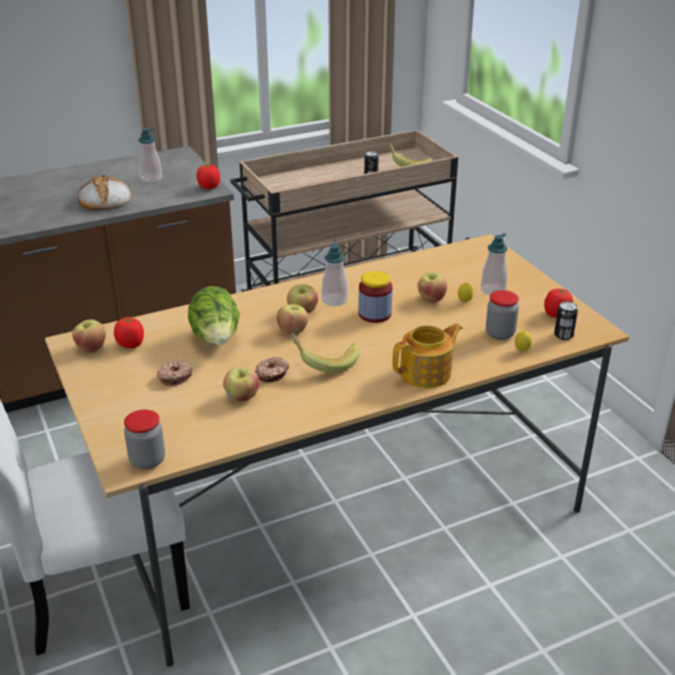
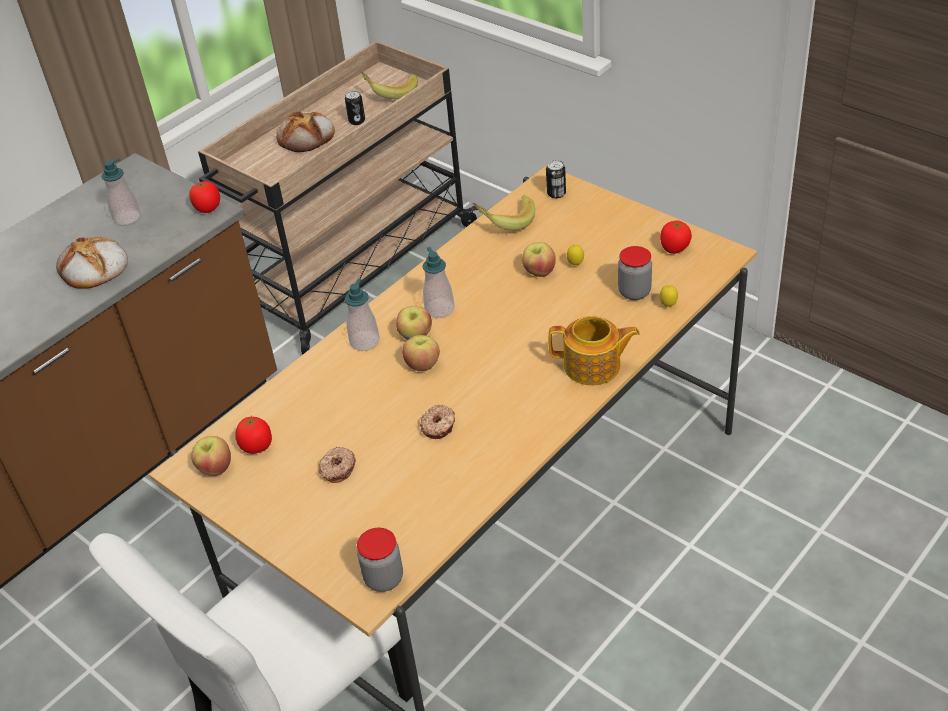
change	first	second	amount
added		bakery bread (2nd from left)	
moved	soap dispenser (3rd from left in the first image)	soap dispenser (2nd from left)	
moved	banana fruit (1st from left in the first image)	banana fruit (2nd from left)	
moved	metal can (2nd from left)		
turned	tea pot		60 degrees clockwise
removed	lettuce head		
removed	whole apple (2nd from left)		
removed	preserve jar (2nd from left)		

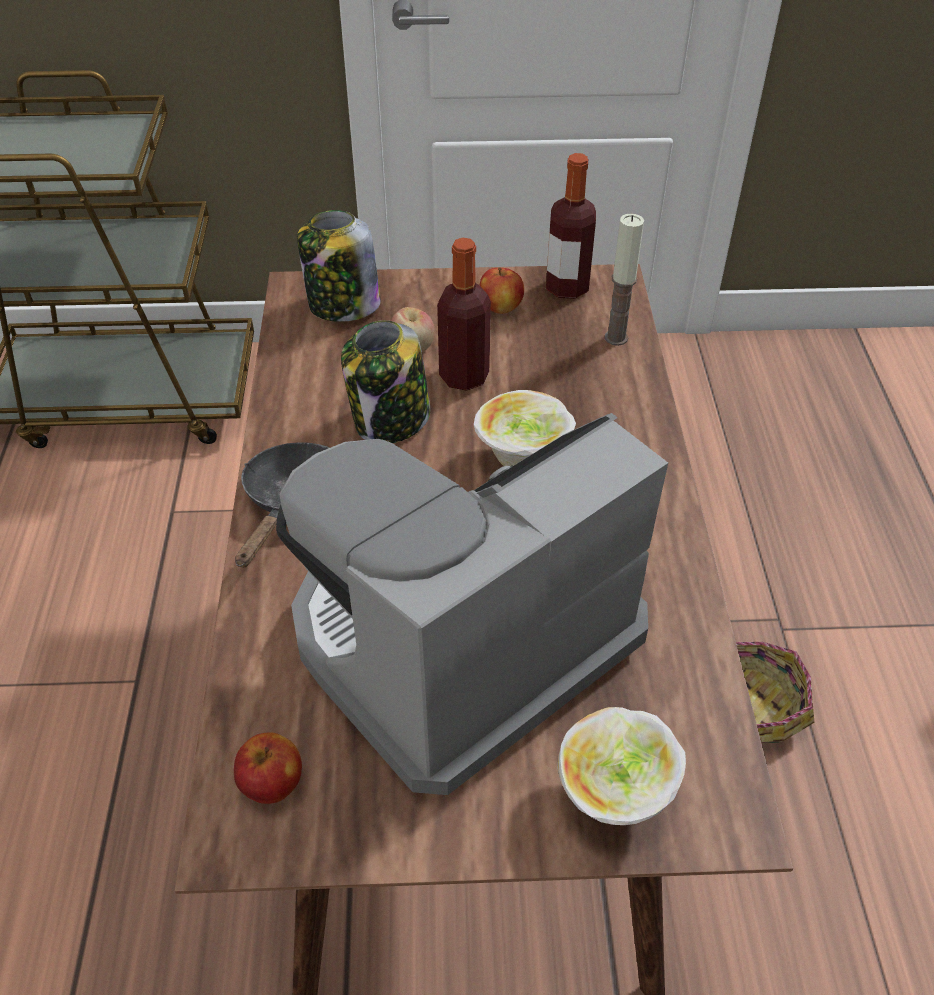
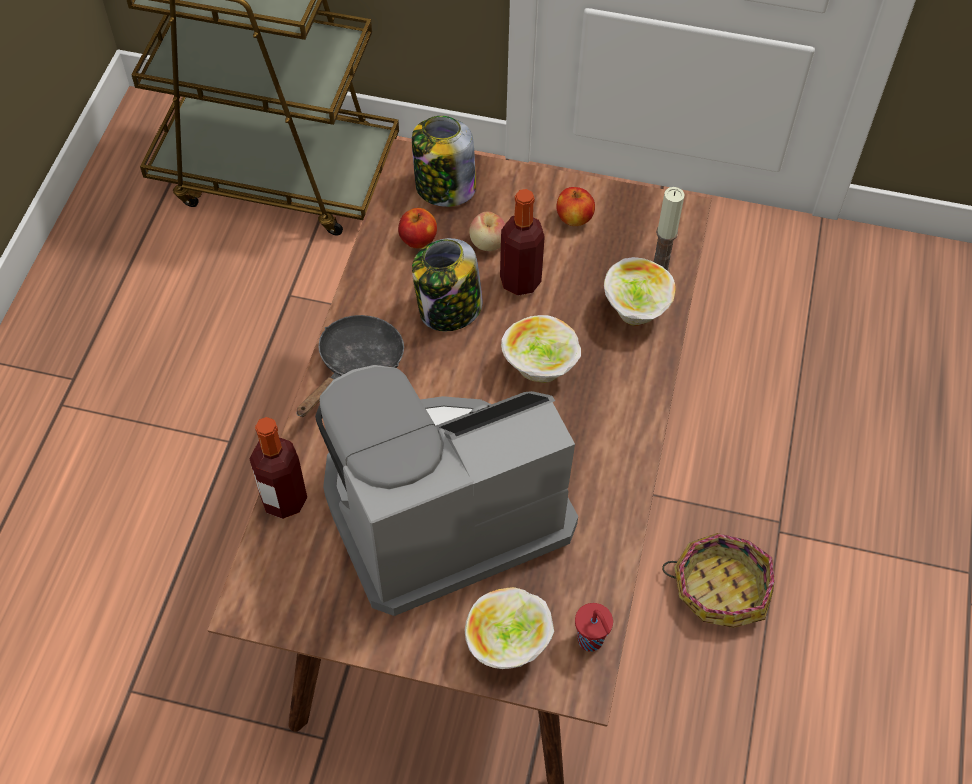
change	first	second	amount
moved	beverage bottle (2nd from left in the first image)	beverage bottle (1st from left)	
moved	whole apple (1st from left)		
added		red cup	
added		bowl (3rd from left)	

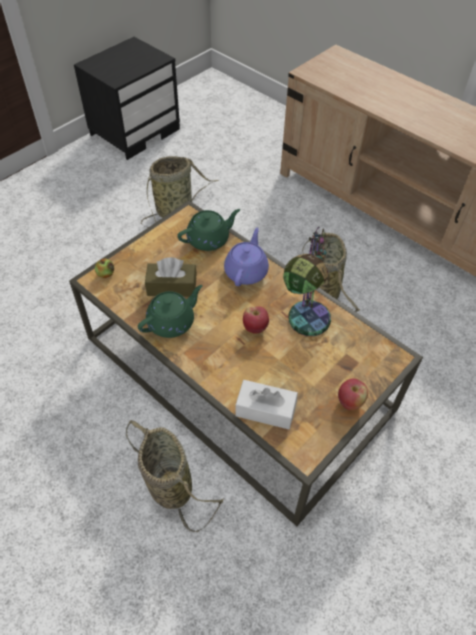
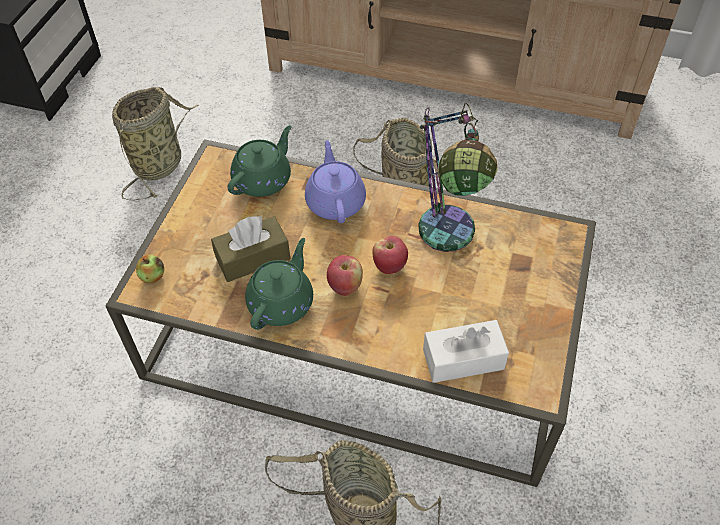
change	first	second	amount
moved	whole apple (3rd from left in the first image)	whole apple (2nd from left)	

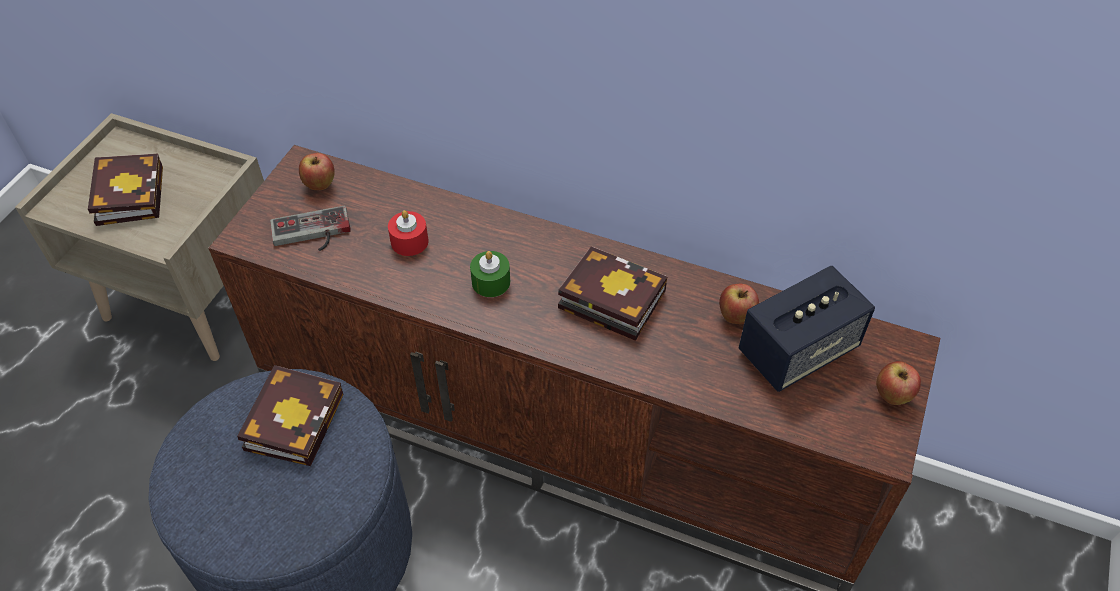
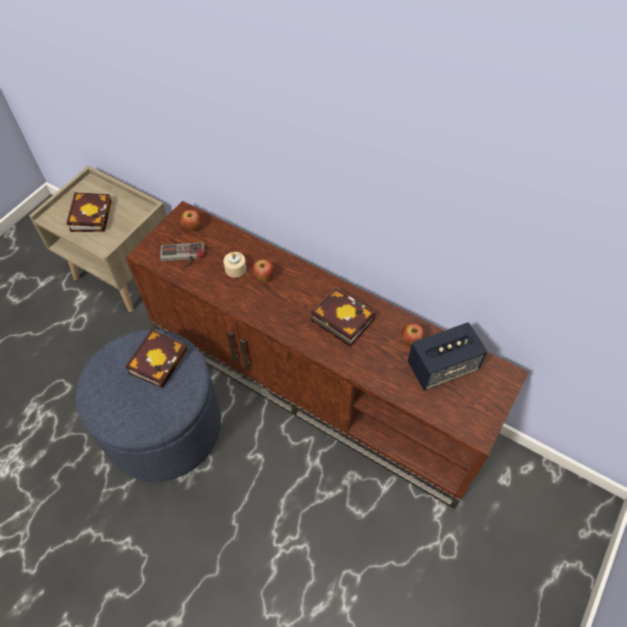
change	first	second	amount
recoloured	red wax candle	beige wax candle	
moved	whole apple (3rd from left in the first image)	whole apple (2nd from left)	
removed	green-coloured wax candle		

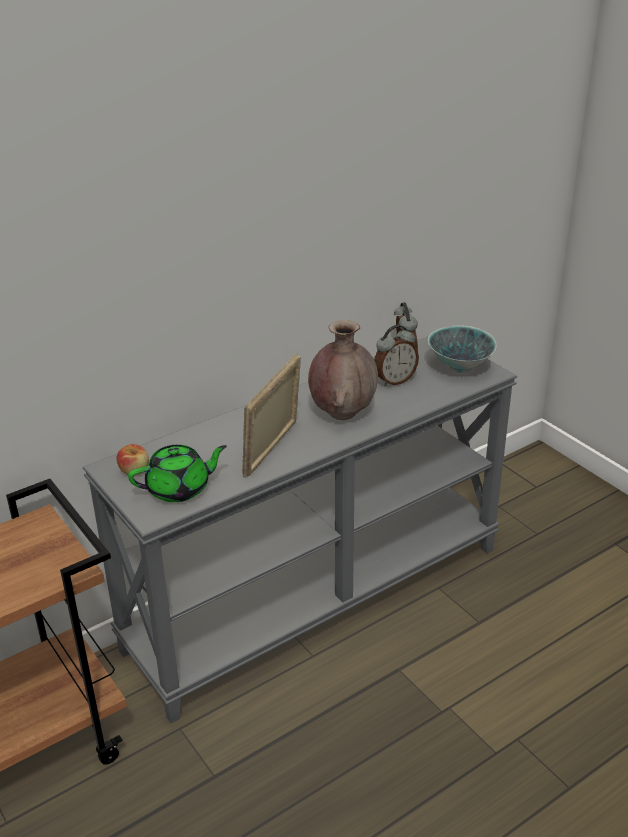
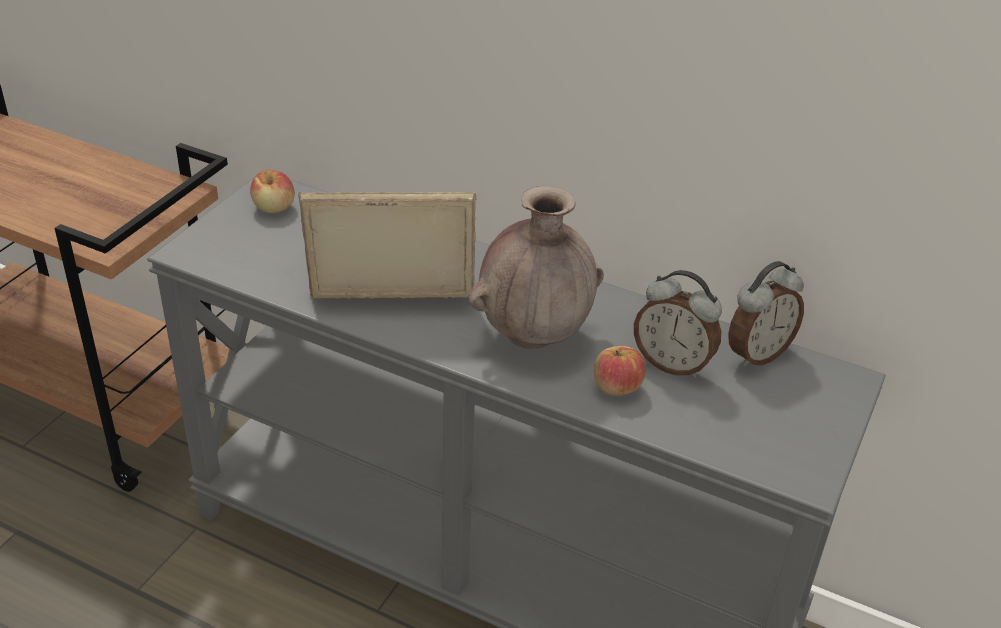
change	first	second	amount
added		whole apple (2nd from left)	
removed	green-coloured tea pot		
removed	bowl		

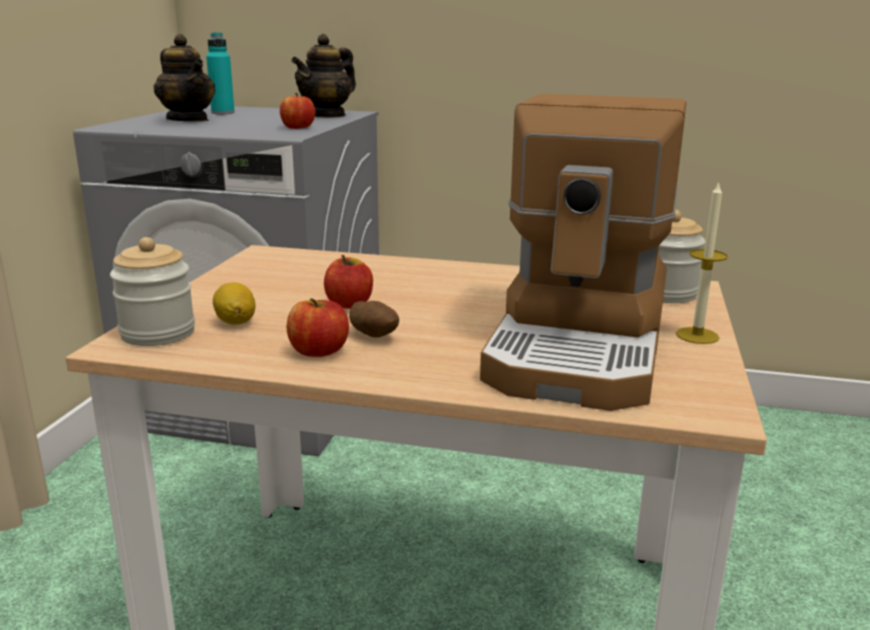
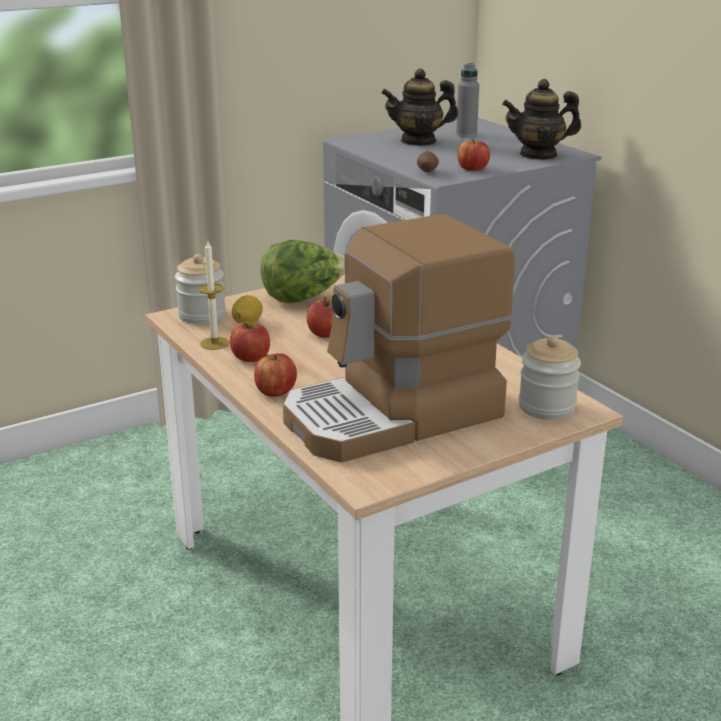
change	first	second	amount
moved	wax candle		
added		whole apple (2nd from left)	
added		lettuce head	
turned	tea pot (1st from left)		75 degrees clockwise
moved	potato		
recoloured	turquoise-coloured beverage bottle	gray beverage bottle	

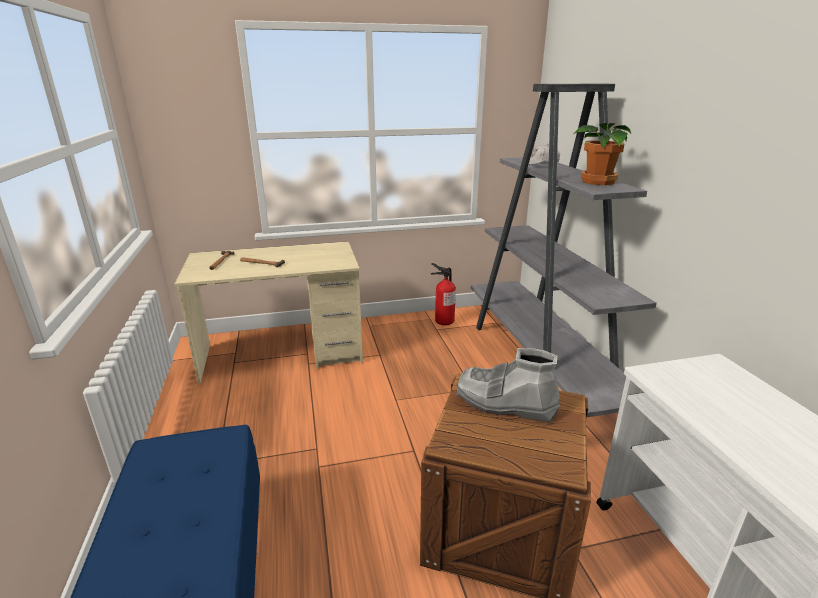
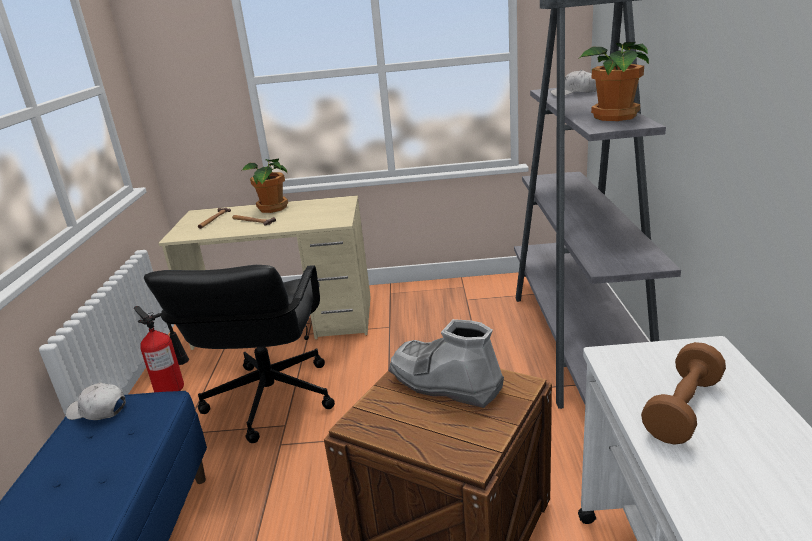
change	first	second	amount
added		white-coloured cap (1st from left)	
moved	extinguisher		
added		black desk chair	
added		plant in a pot (1st from left)	
added		brown dumbbell	

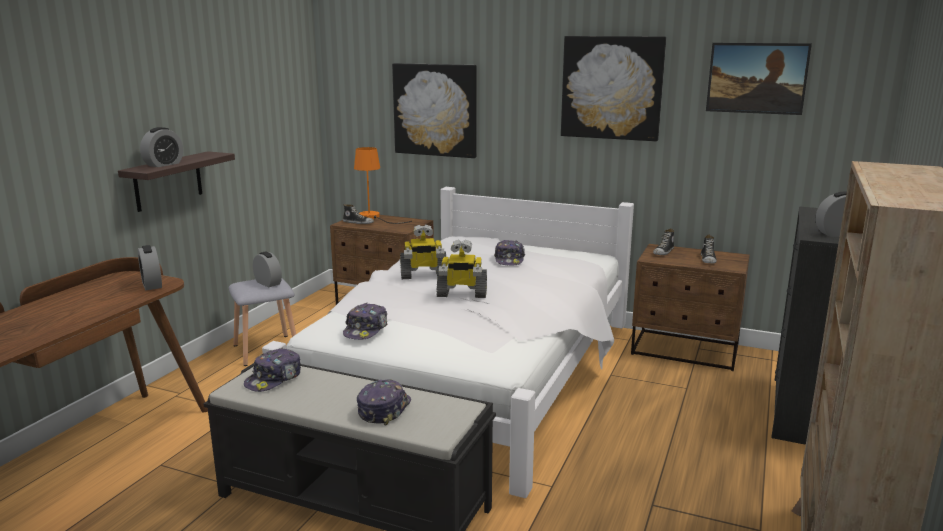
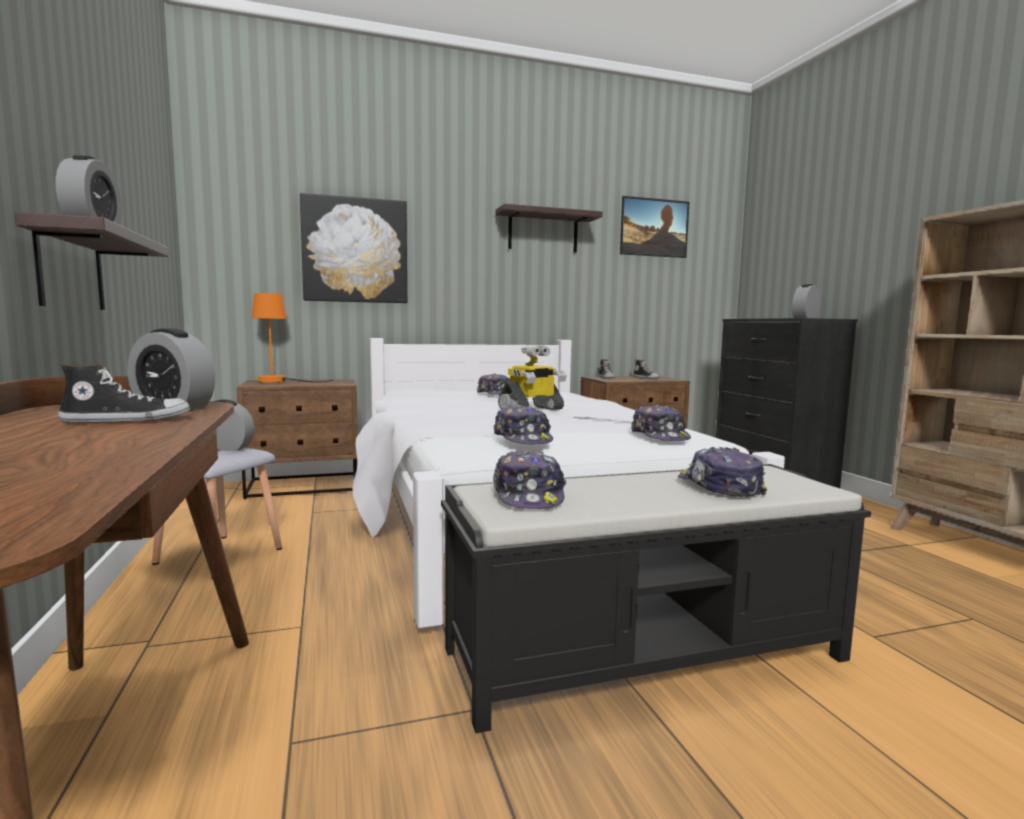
change	first	second	amount
moved	shoe (1st from left)		
replaced	wall picture (2nd from left)	shelf (2nd from left)	
added		cap (4th from left)	
removed	model robot (1st from left)		

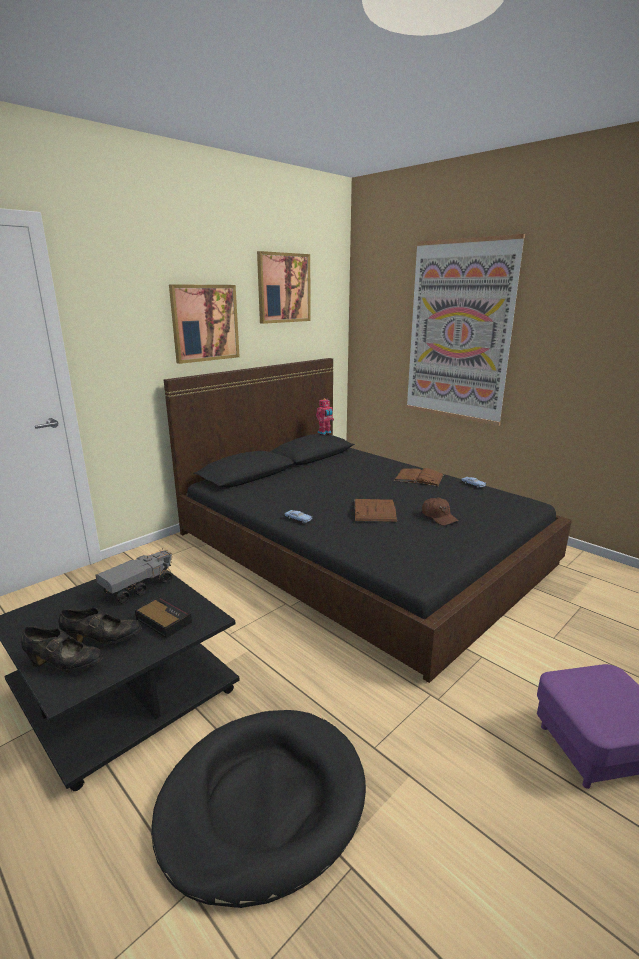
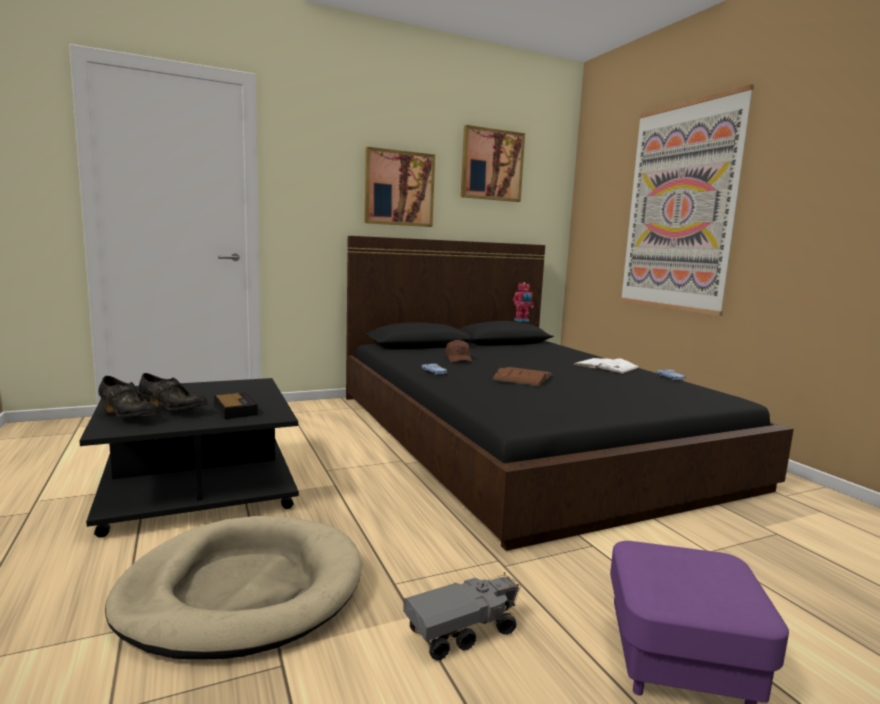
change	first	second	amount
recoloured	black dog bed	beige dog bed	
moved	toy truck		
moved	brown cap		
recoloured	brown book (2nd from left)	white-coloured book	

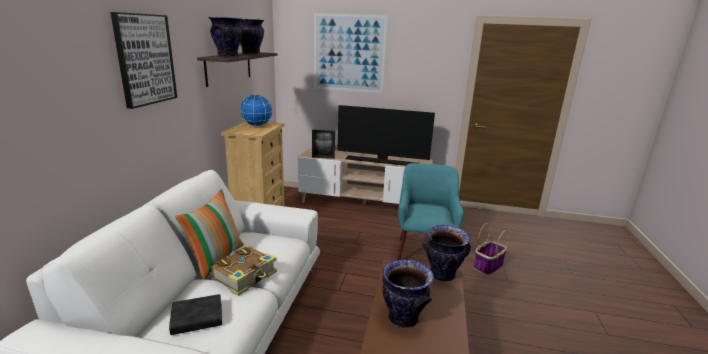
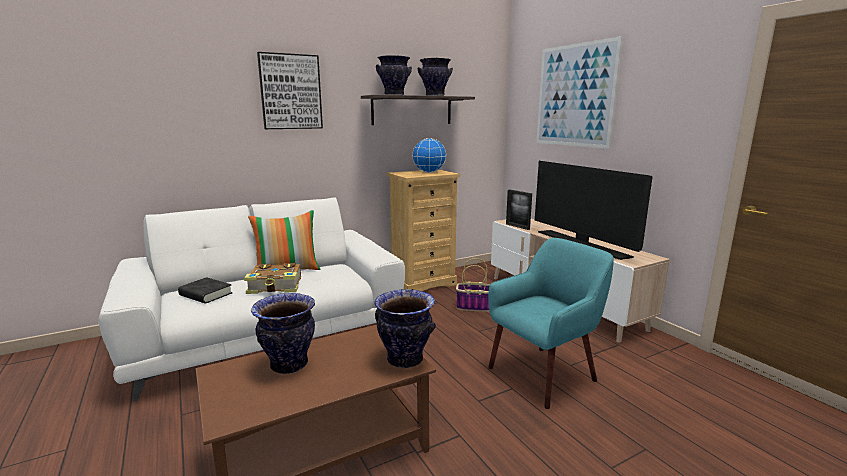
change	first	second	amount
moved	basket		

